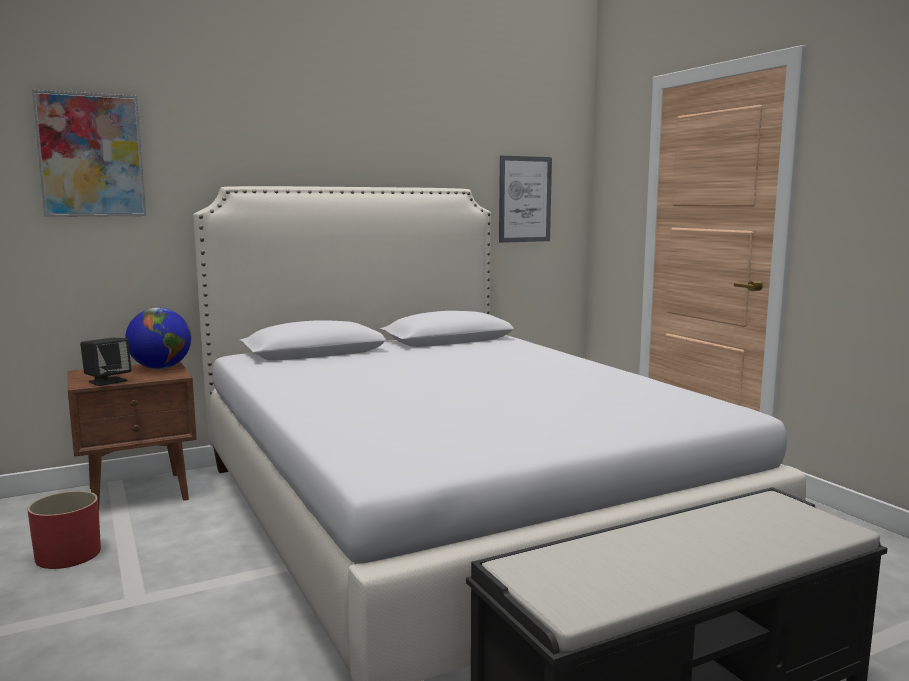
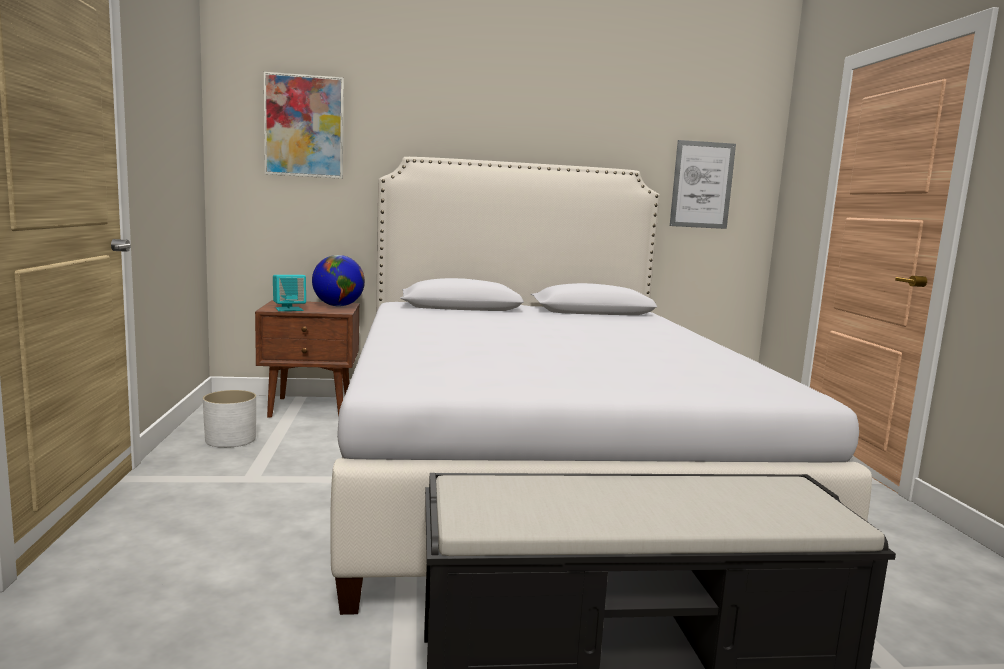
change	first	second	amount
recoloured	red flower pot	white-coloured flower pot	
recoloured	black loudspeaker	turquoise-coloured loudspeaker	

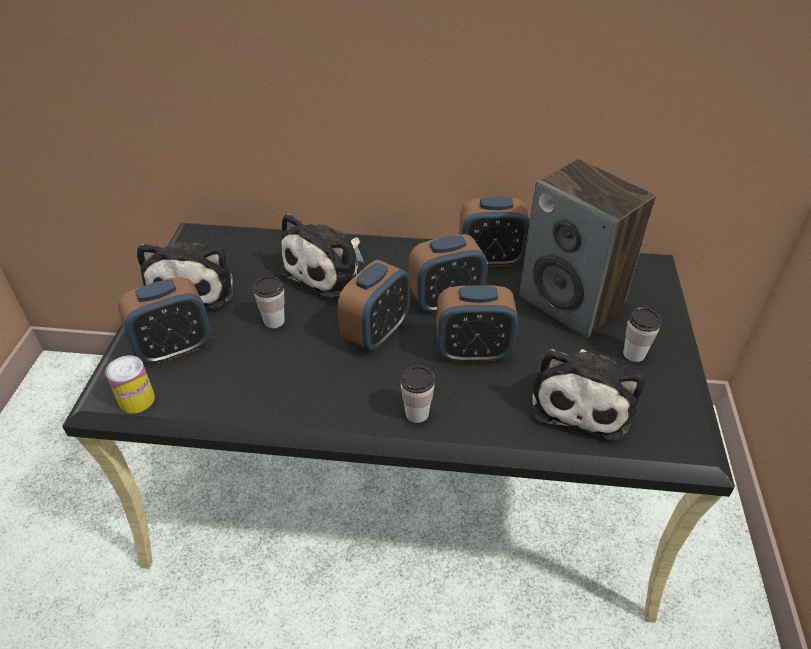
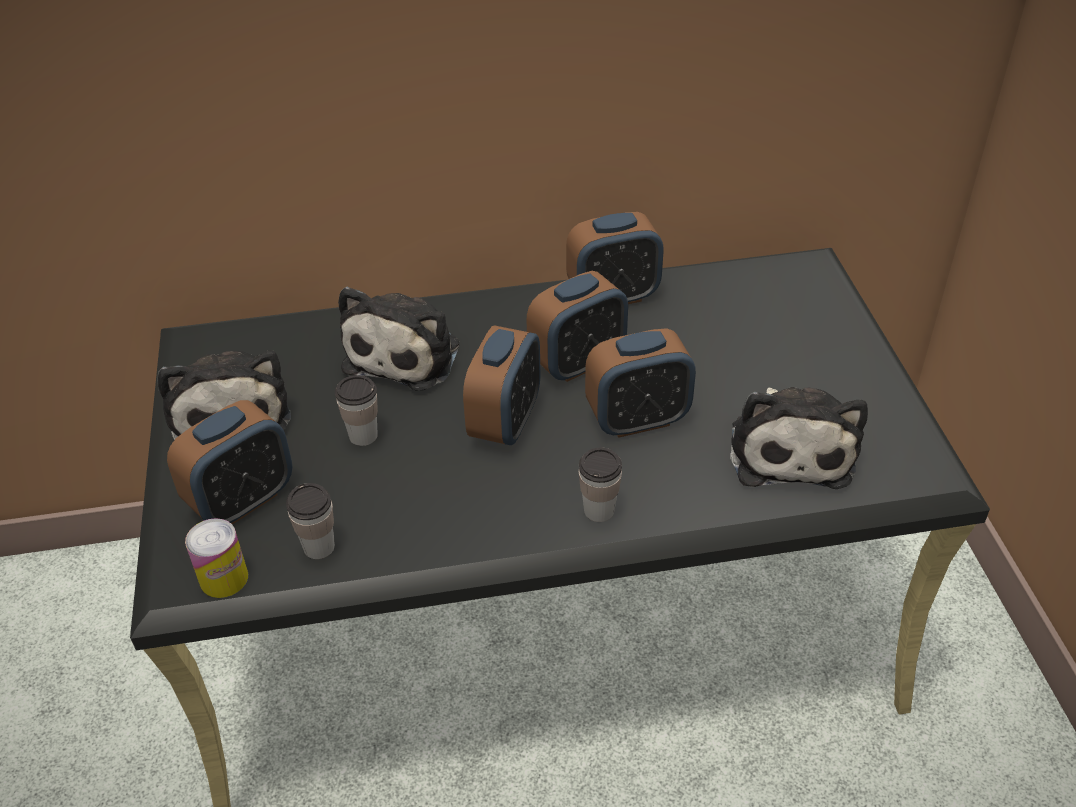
change	first	second	amount
moved	cup (3rd from left in the first image)	cup (1st from left)	
removed	loudspeaker		

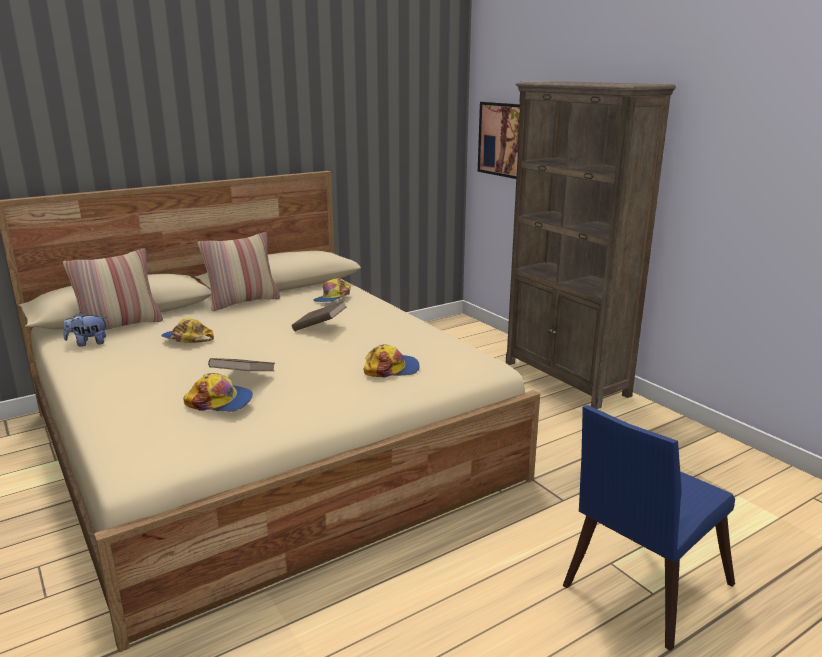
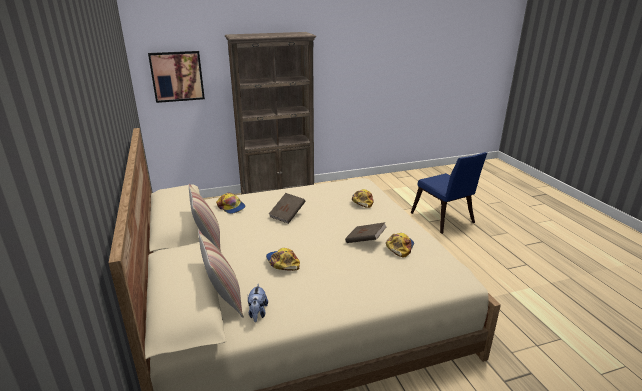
change	first	second	amount
turned	cap (1st from left in the first image)	cap (2nd from left)	105 degrees clockwise

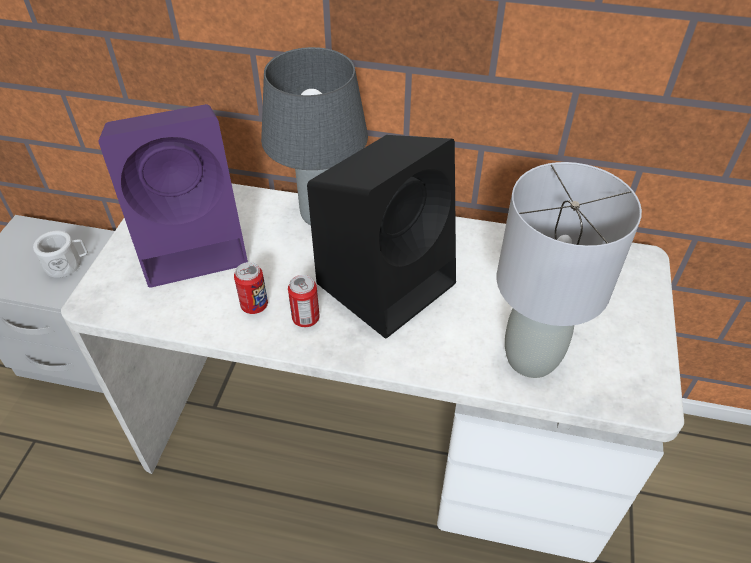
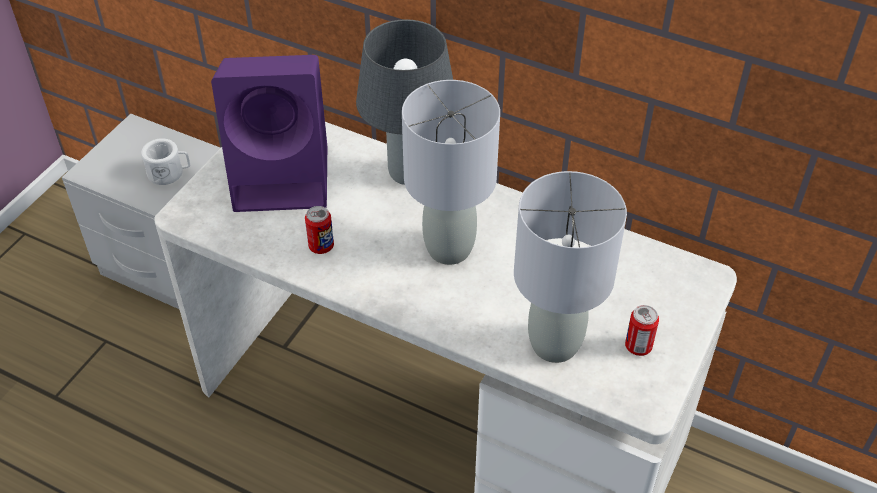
change	first	second	amount
replaced	black loudspeaker	gray table lamp (2nd from left)	
moved	metal can (2nd from left)		

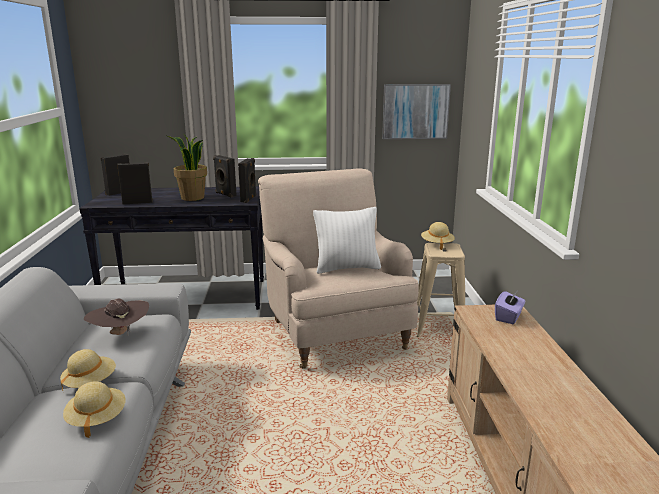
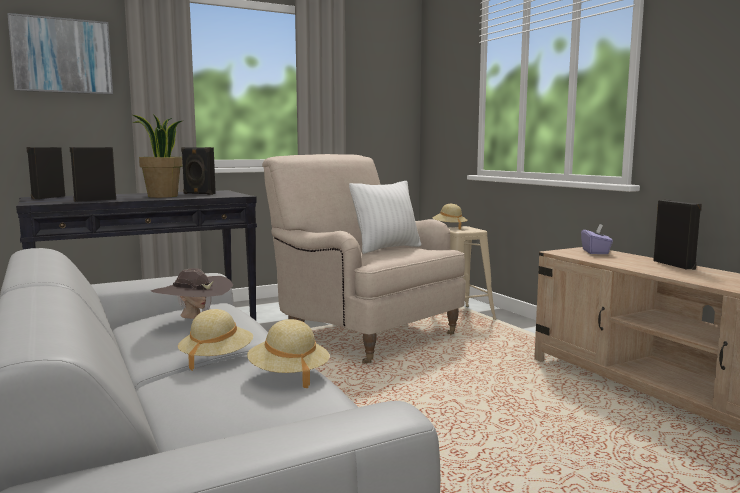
change	first	second	amount
moved	wall picture		
moved	black loudspeaker (4th from left)		

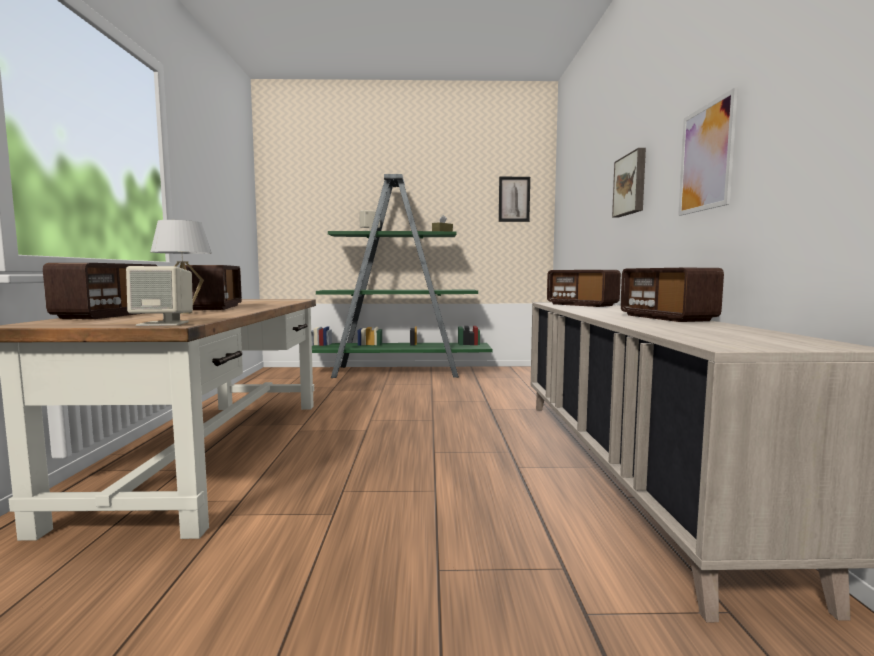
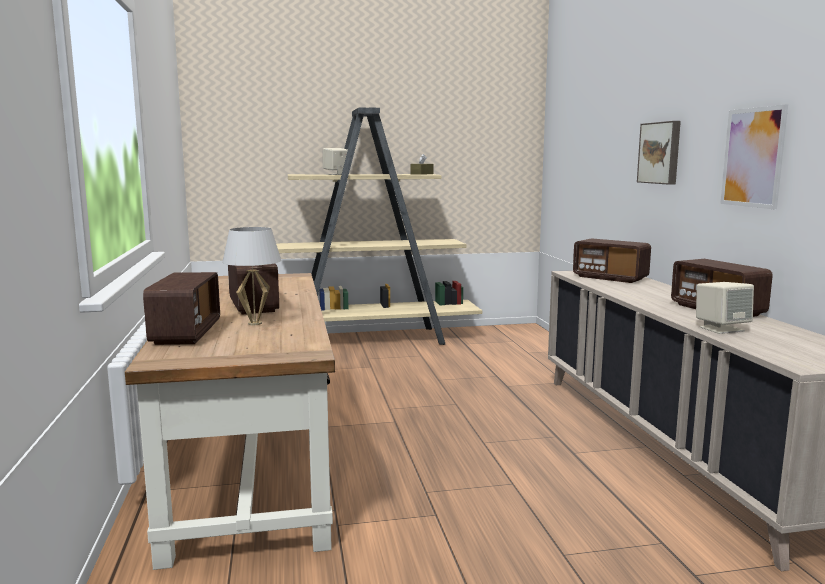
change	first	second	amount
recoloured	green-coloured bookcase	beige bookcase	
moved	beige loudspeaker (1st from left in the first image)	beige loudspeaker (2nd from left)	
removed	wall picture (1st from left)		

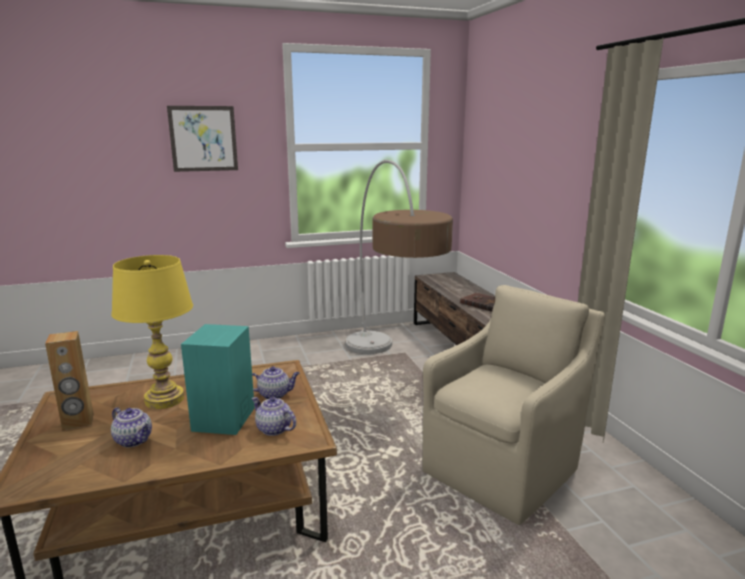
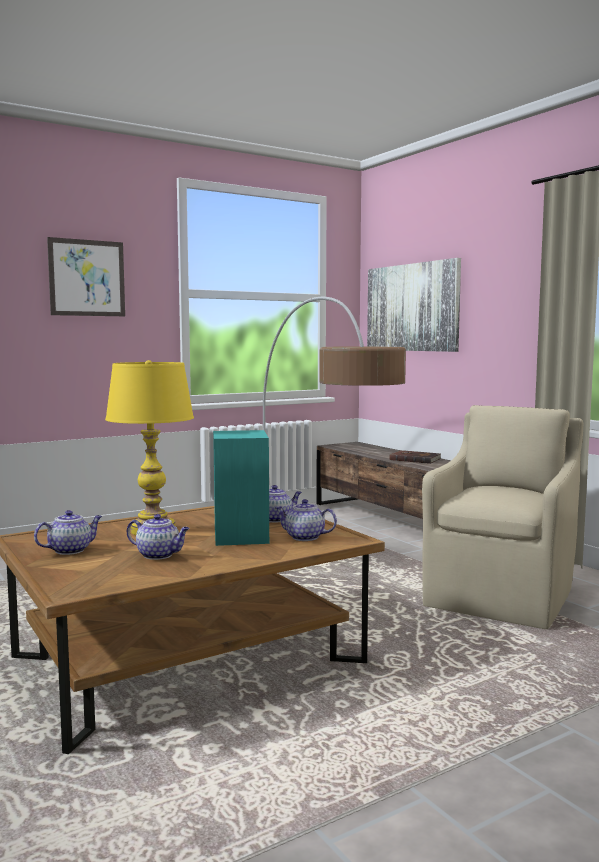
change	first	second	amount
replaced	brown loudspeaker	tea pot (1st from left)	
added		wall picture (2nd from left)	

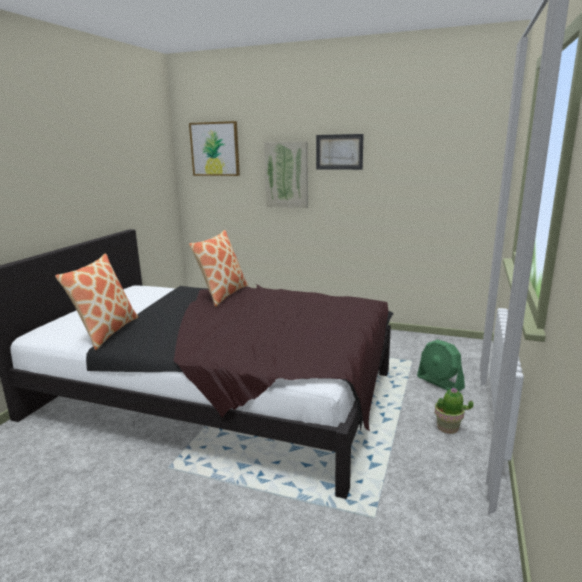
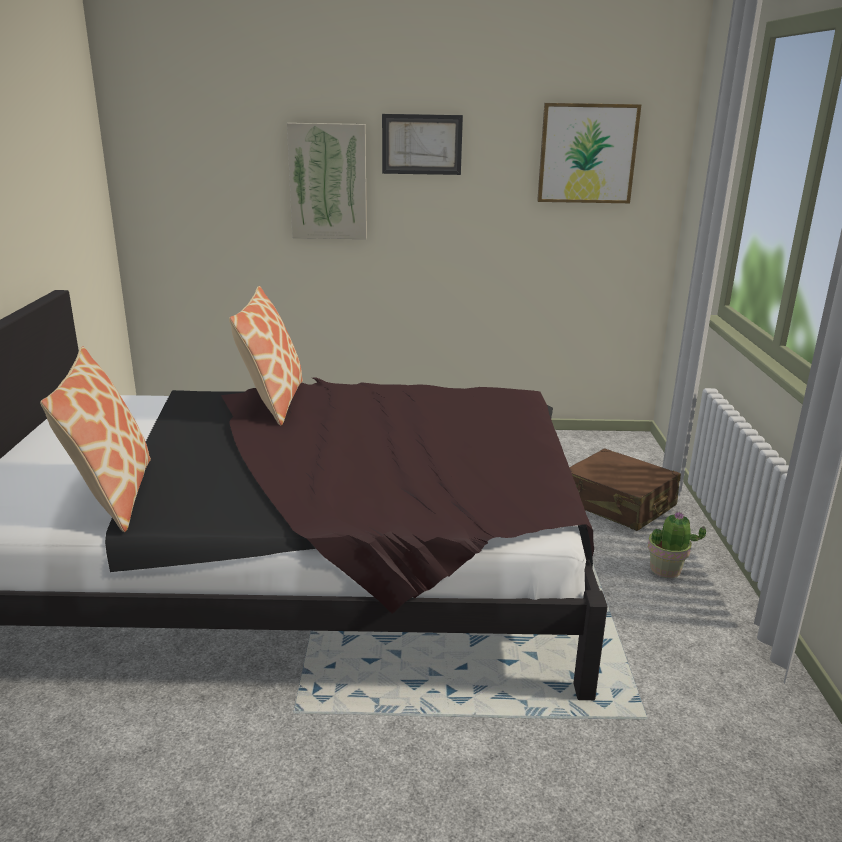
change	first	second	amount
moved	wall picture (1st from left in the first image)	wall picture (3rd from left)	
replaced	green-coloured fan	brown travel case	

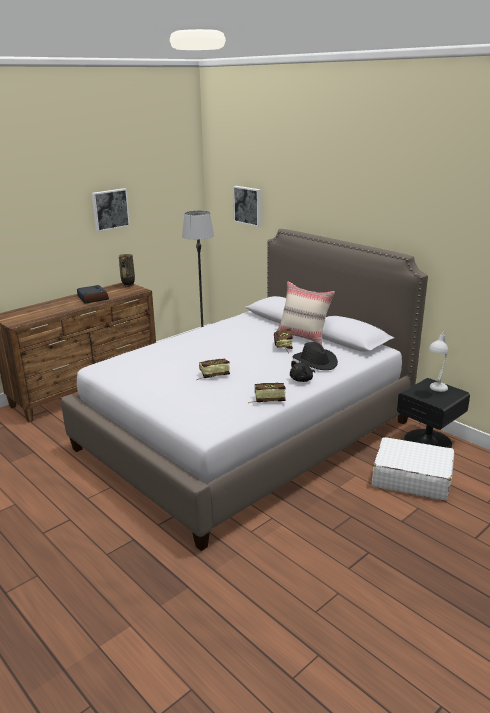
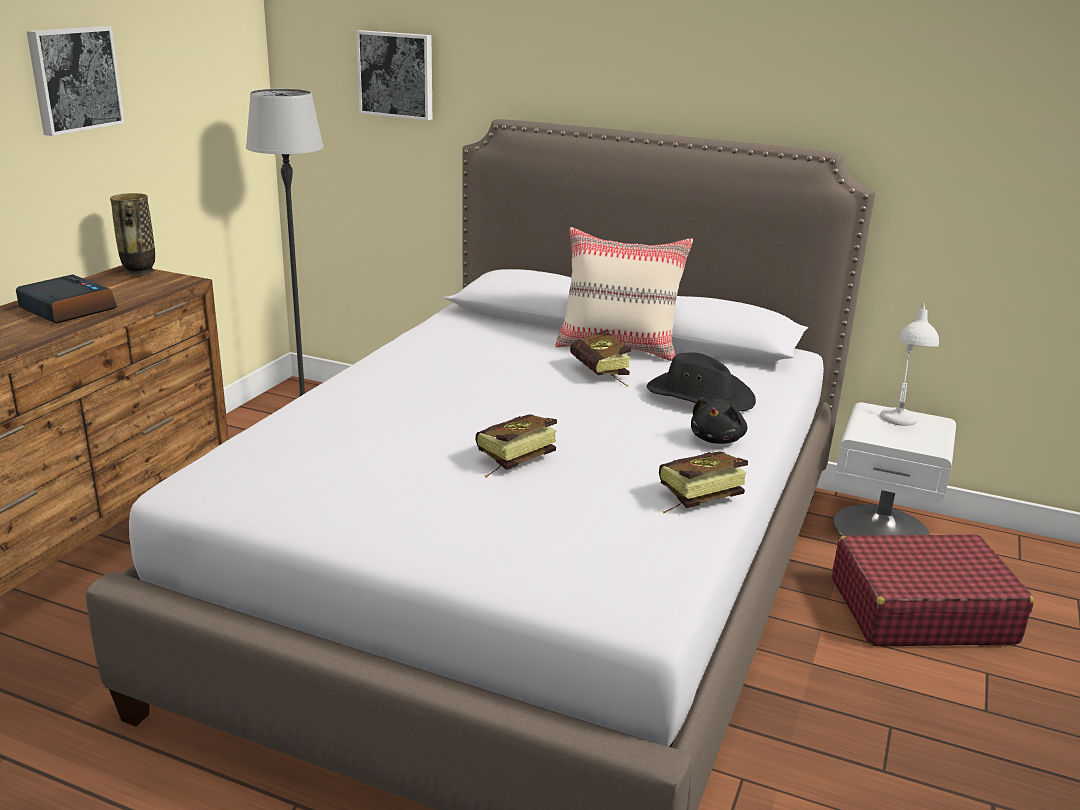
change	first	second	amount
recoloured	white-coloured travel case	red travel case	
recoloured	black nightstand	white-coloured nightstand	

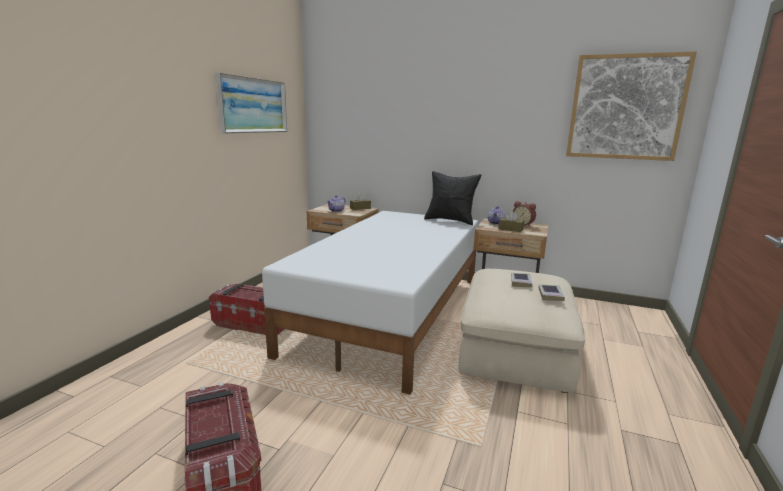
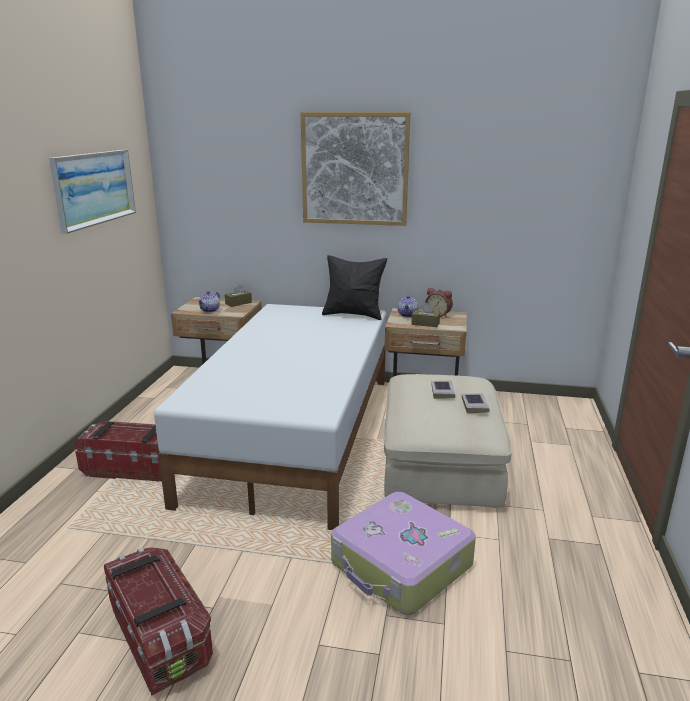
change	first	second	amount
moved	wall picture (2nd from left)		
added		travel case	

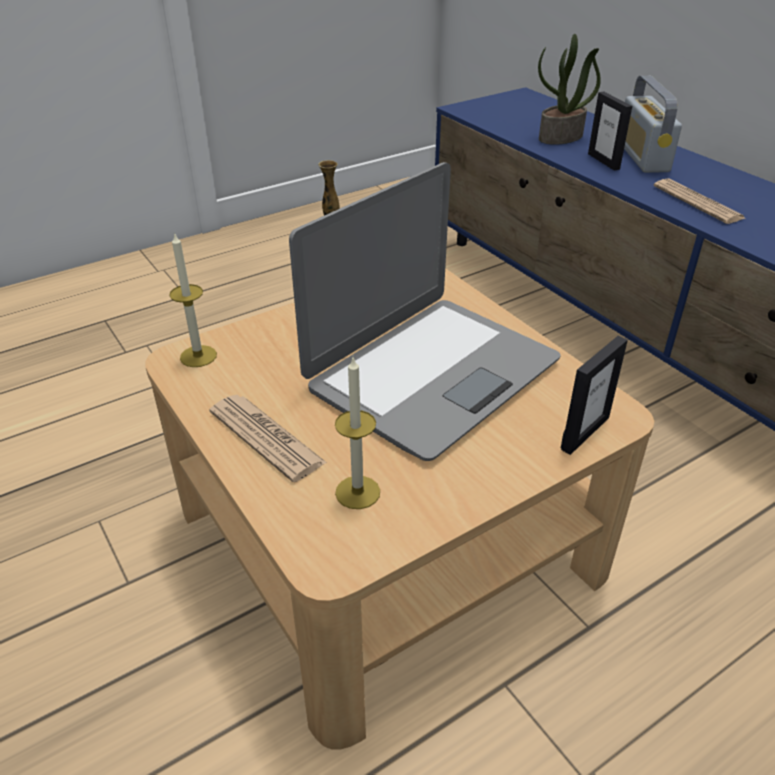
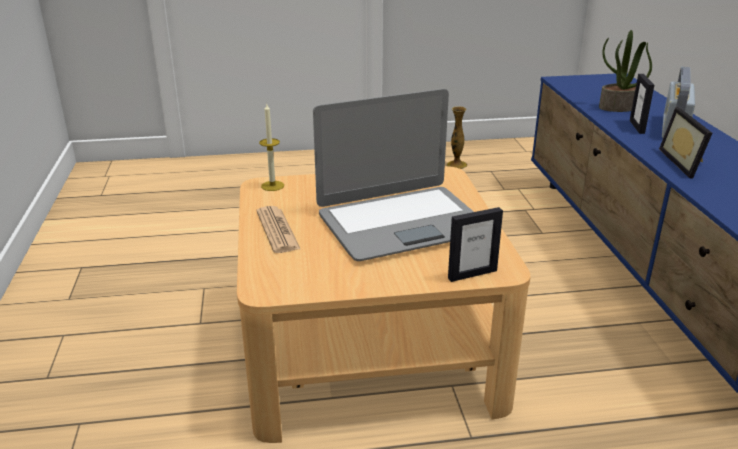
change	first	second	amount
replaced	daily paper (2nd from left)	standing frame (3rd from left)	
removed	wax candle (2nd from left)		

